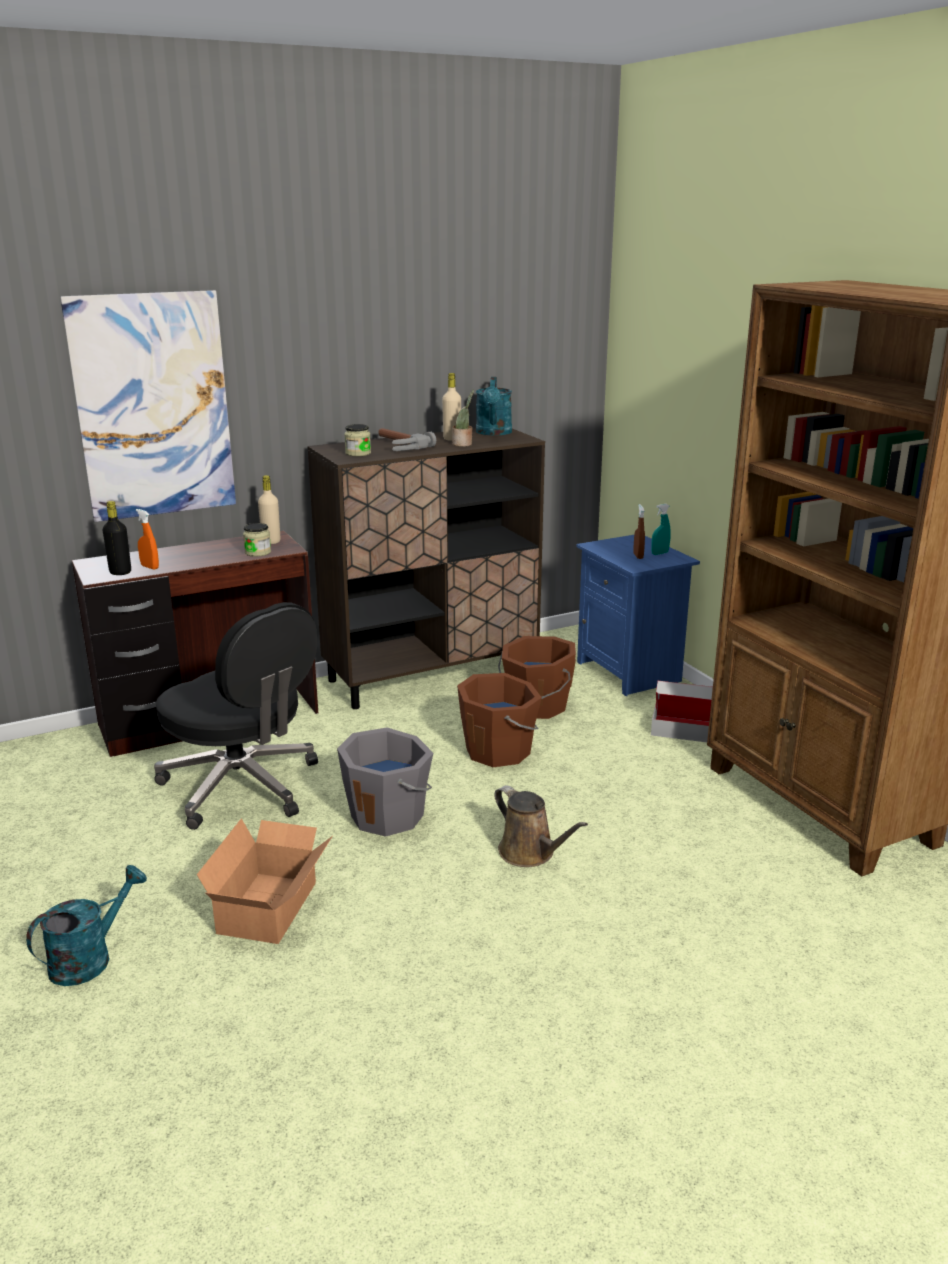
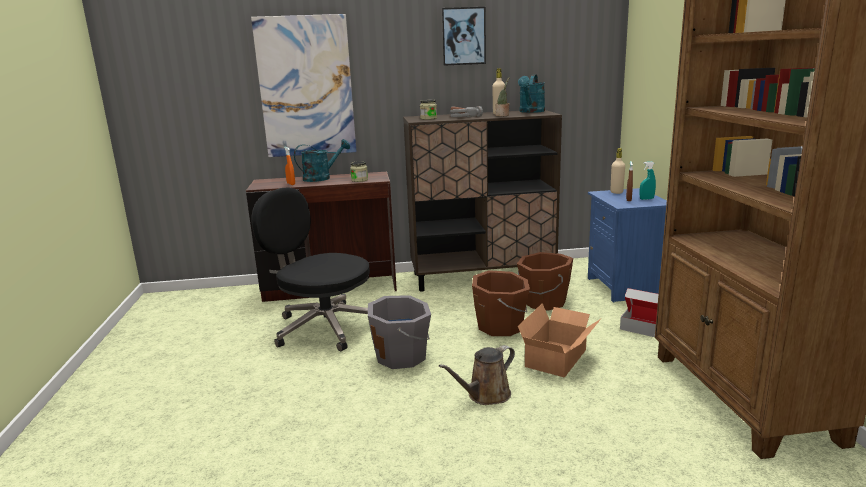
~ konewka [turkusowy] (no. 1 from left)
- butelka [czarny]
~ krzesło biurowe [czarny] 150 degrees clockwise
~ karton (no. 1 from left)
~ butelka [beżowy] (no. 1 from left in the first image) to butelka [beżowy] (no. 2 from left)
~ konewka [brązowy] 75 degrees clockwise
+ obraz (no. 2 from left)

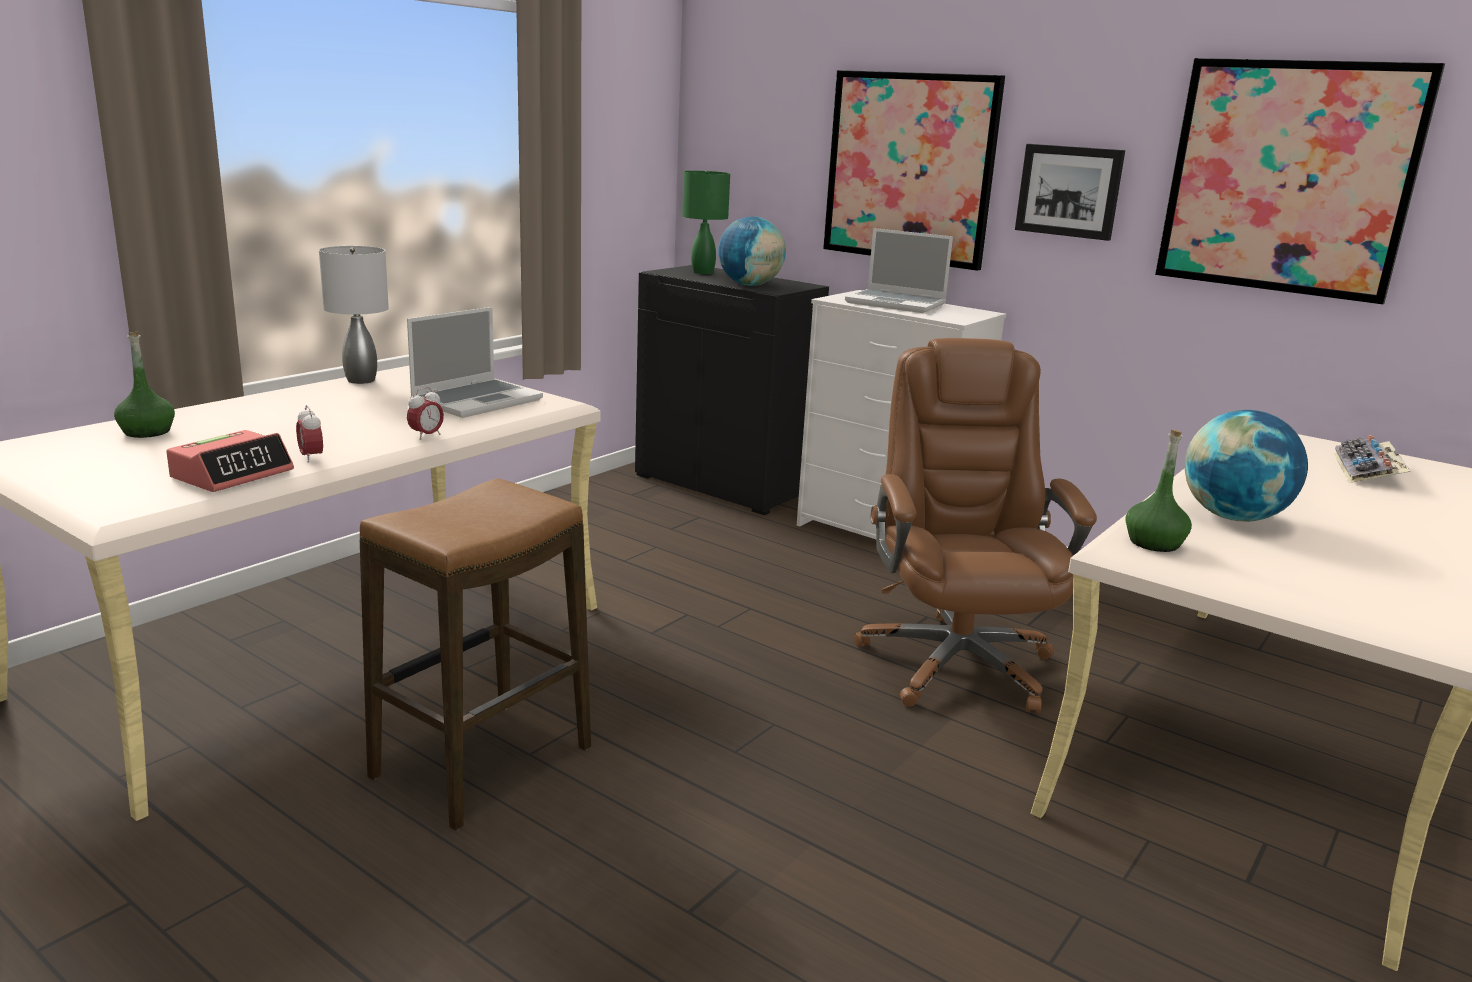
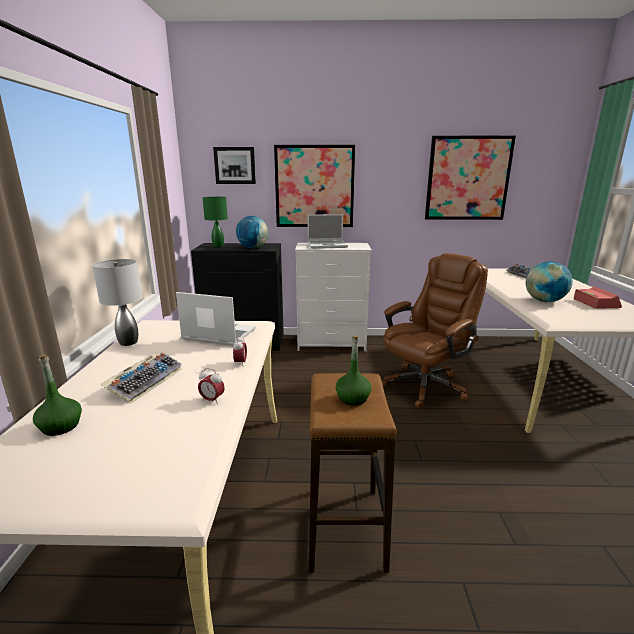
~ budzik (no. 1 from left in the first image) to budzik (no. 3 from left)
~ laptop (no. 1 from left) 75 degrees counterclockwise
~ krzesło biurowe [brązowy] 90 degrees clockwise
~ obraz (no. 2 from left in the first image) to obraz (no. 1 from left)
~ butelka [zielony] (no. 2 from left)
+ klawiatura (no. 1 from left)

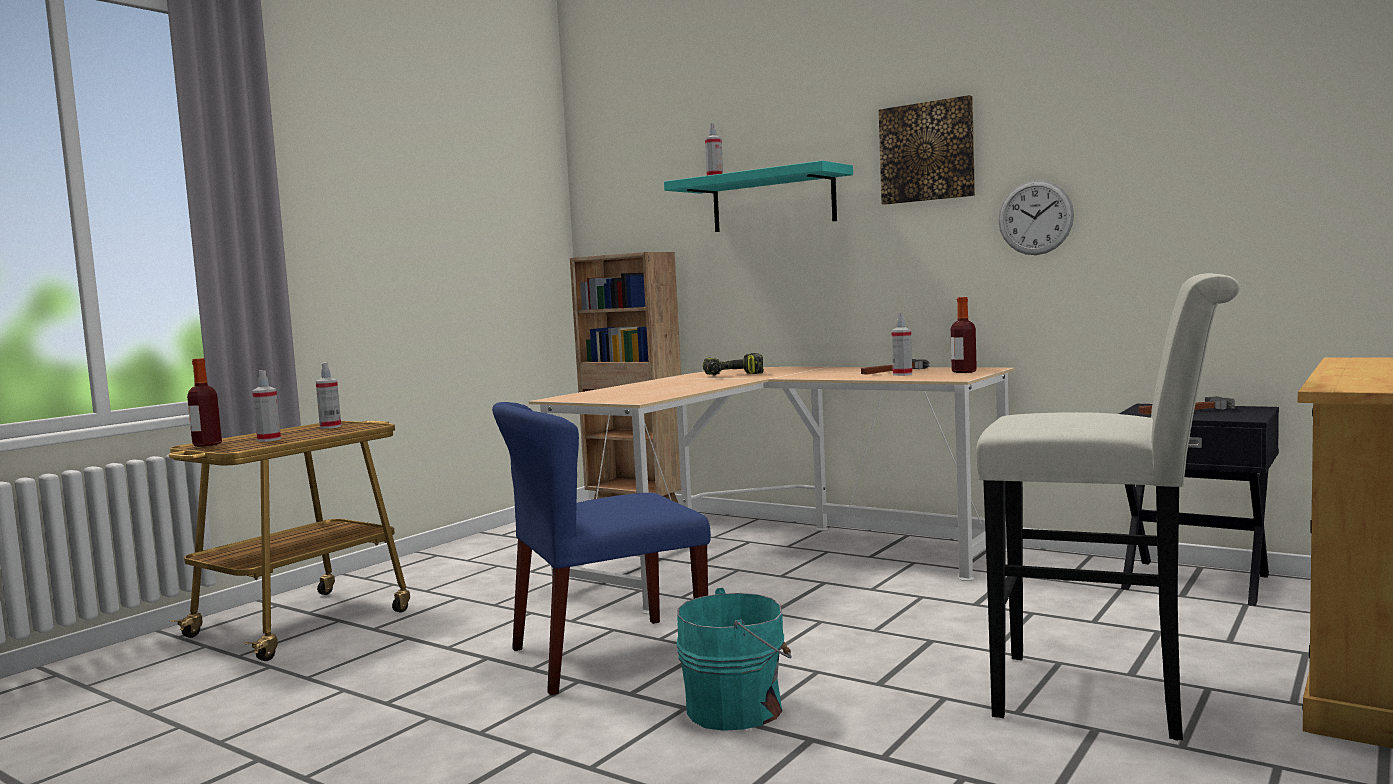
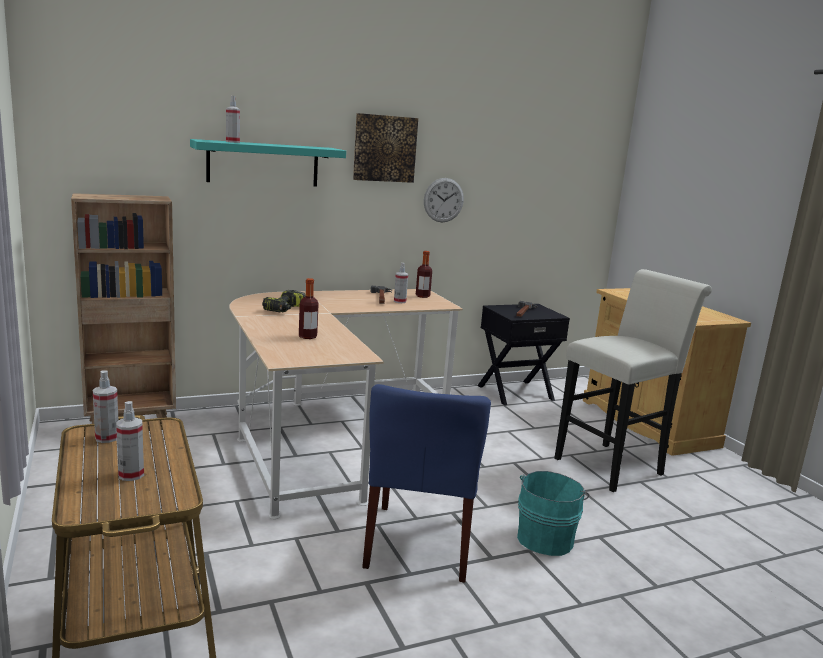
~ butelka (no. 1 from left)

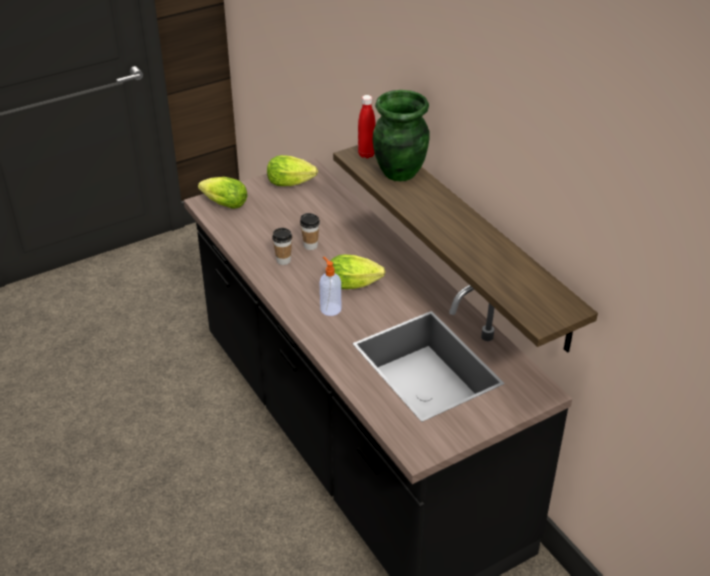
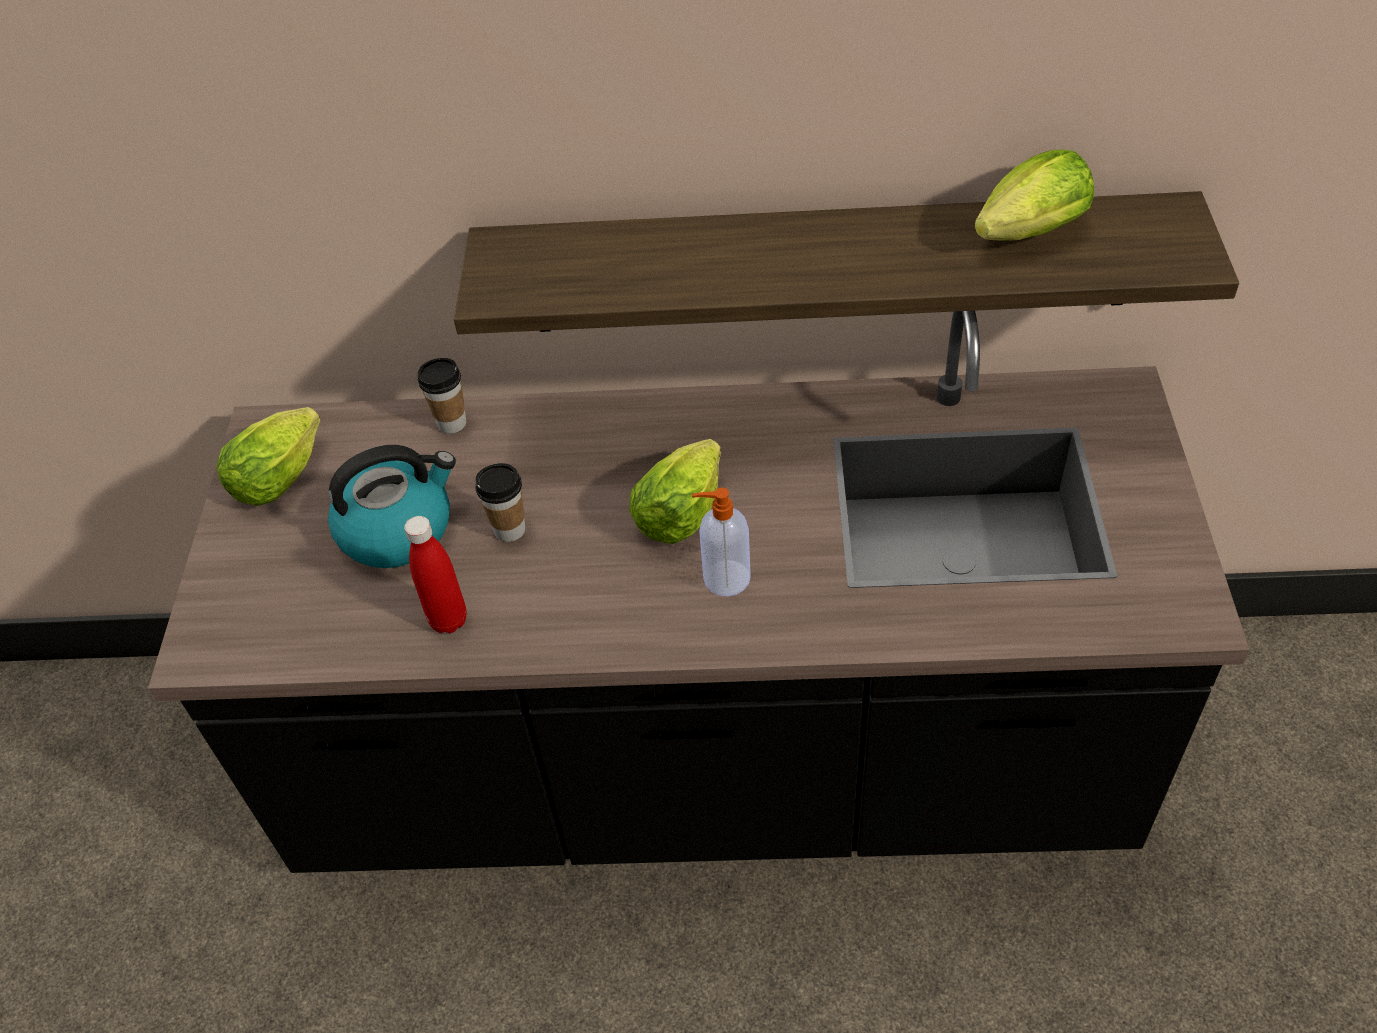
~ sałata (no. 1 from left in the first image) to sałata (no. 3 from left)
~ filiżanka (no. 1 from left)
~ butelka [czerwony]
- wazon [zielony]
+ czajnik

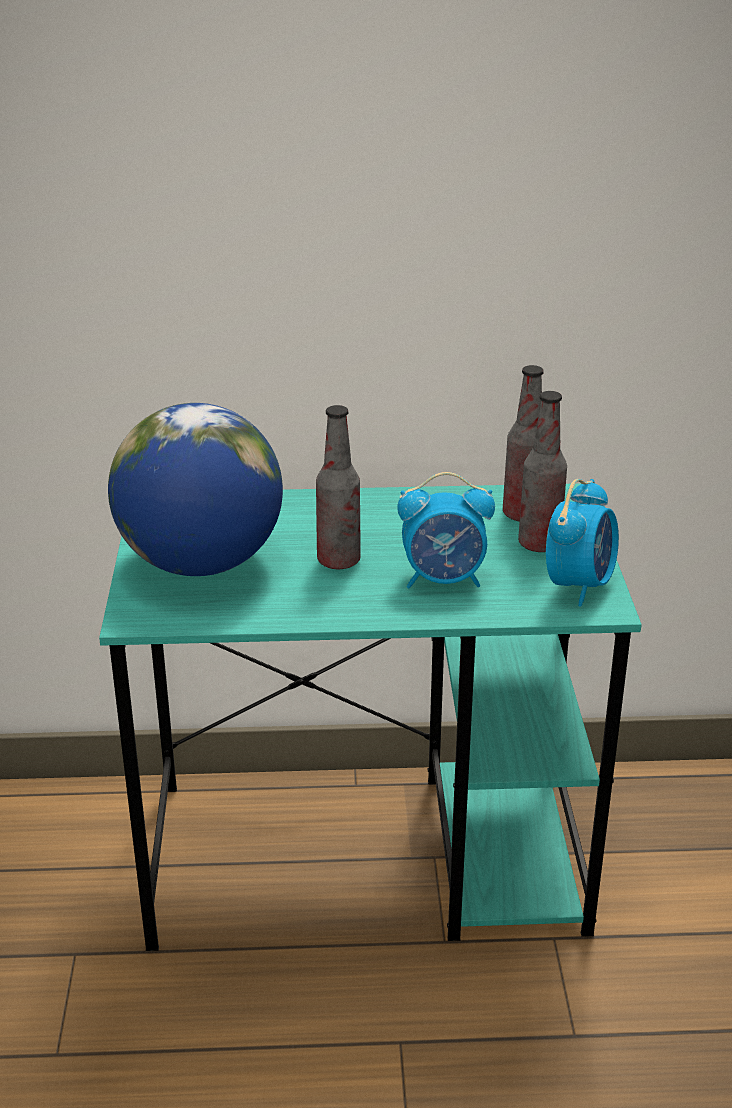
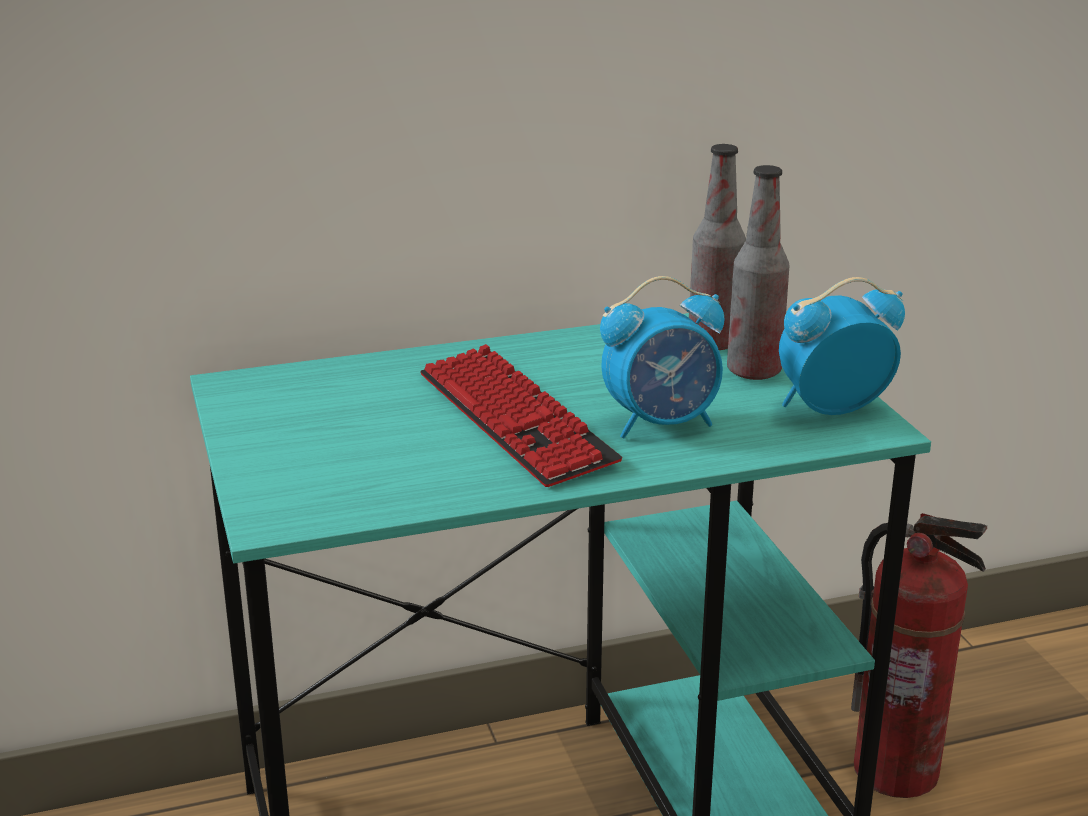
- globus
~ butelka (no. 1 from left) to klawiatura
~ budzik (no. 2 from left) 120 degrees counterclockwise
+ gaśnica

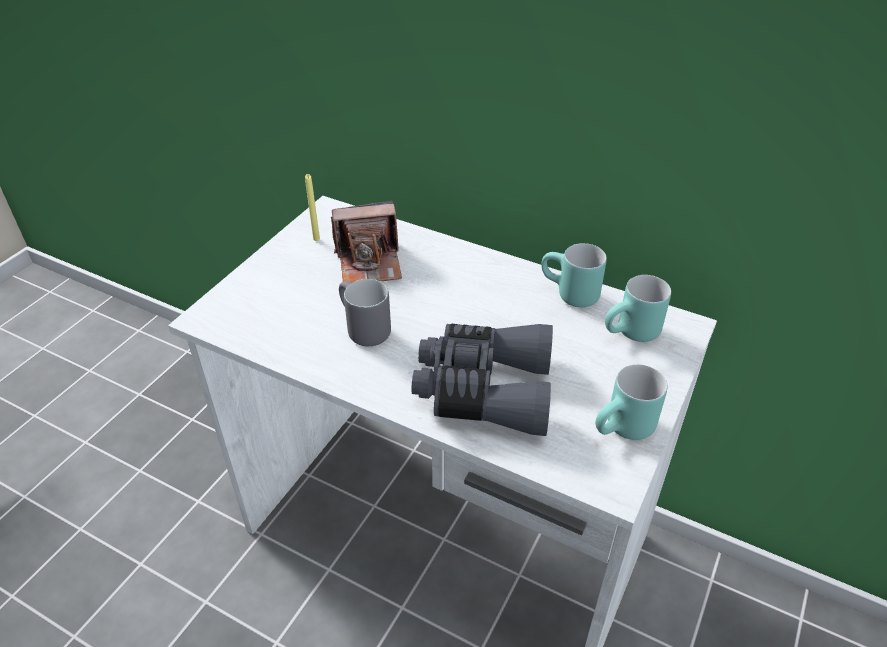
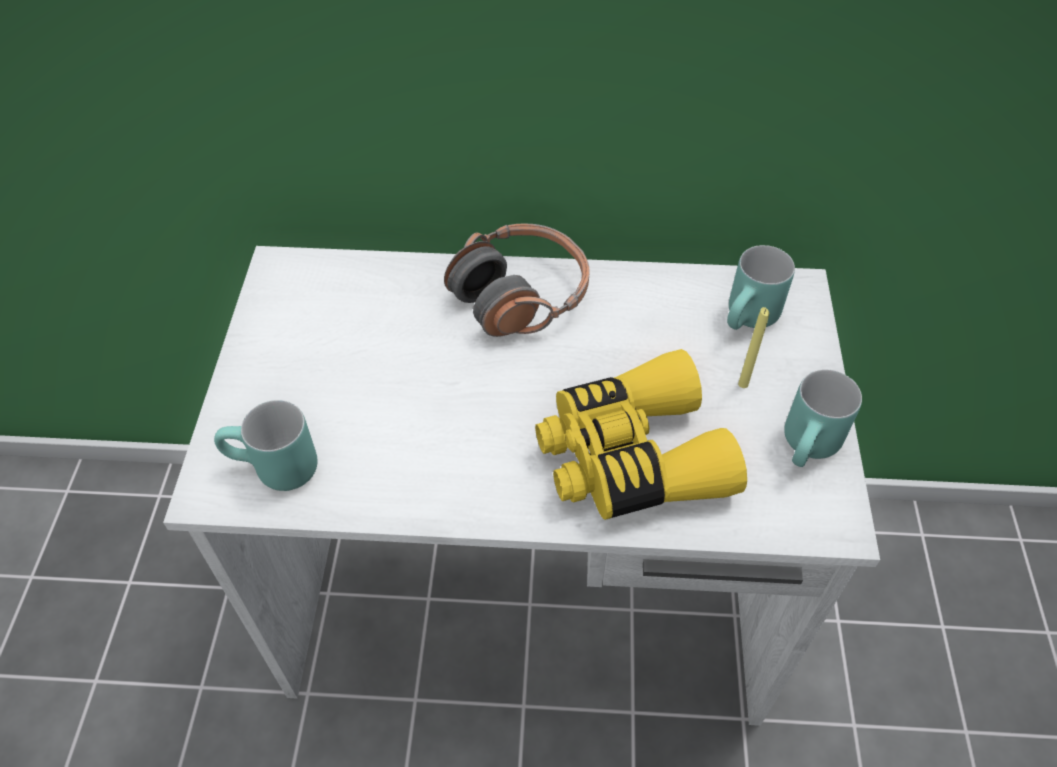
~ świeca [żółty]
- aparat fotograficzny
- kubek [szary]
~ lornetka [szary] to lornetka [żółty]
~ kubek [turkusowy] (no. 1 from left)
+ słuchawki

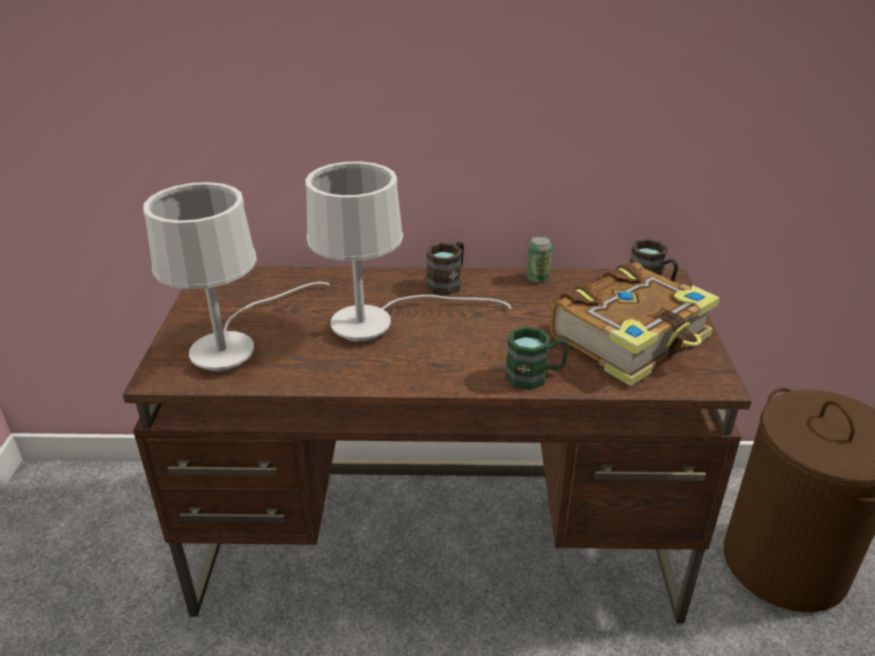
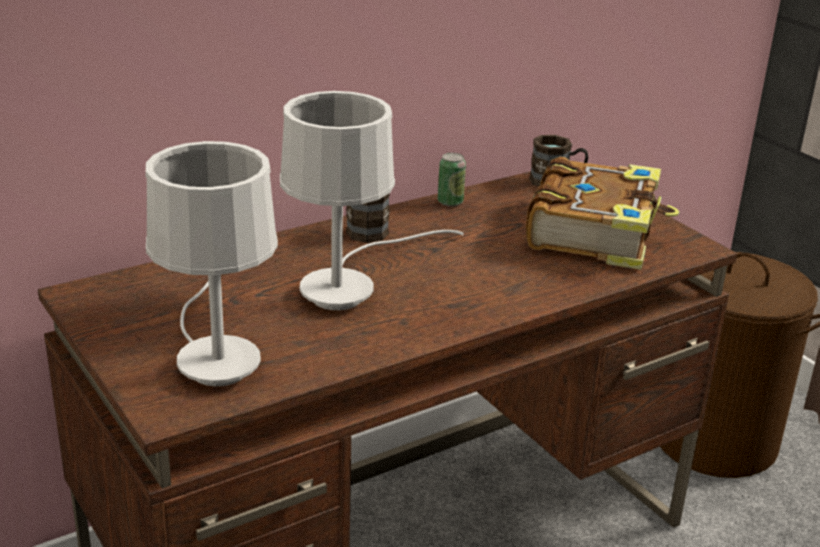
- kubek [zielony]

